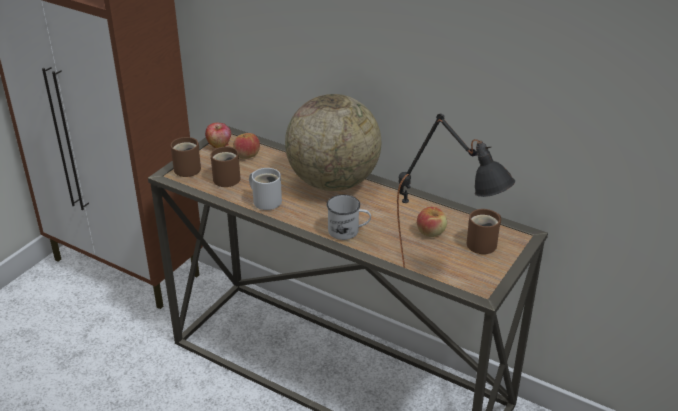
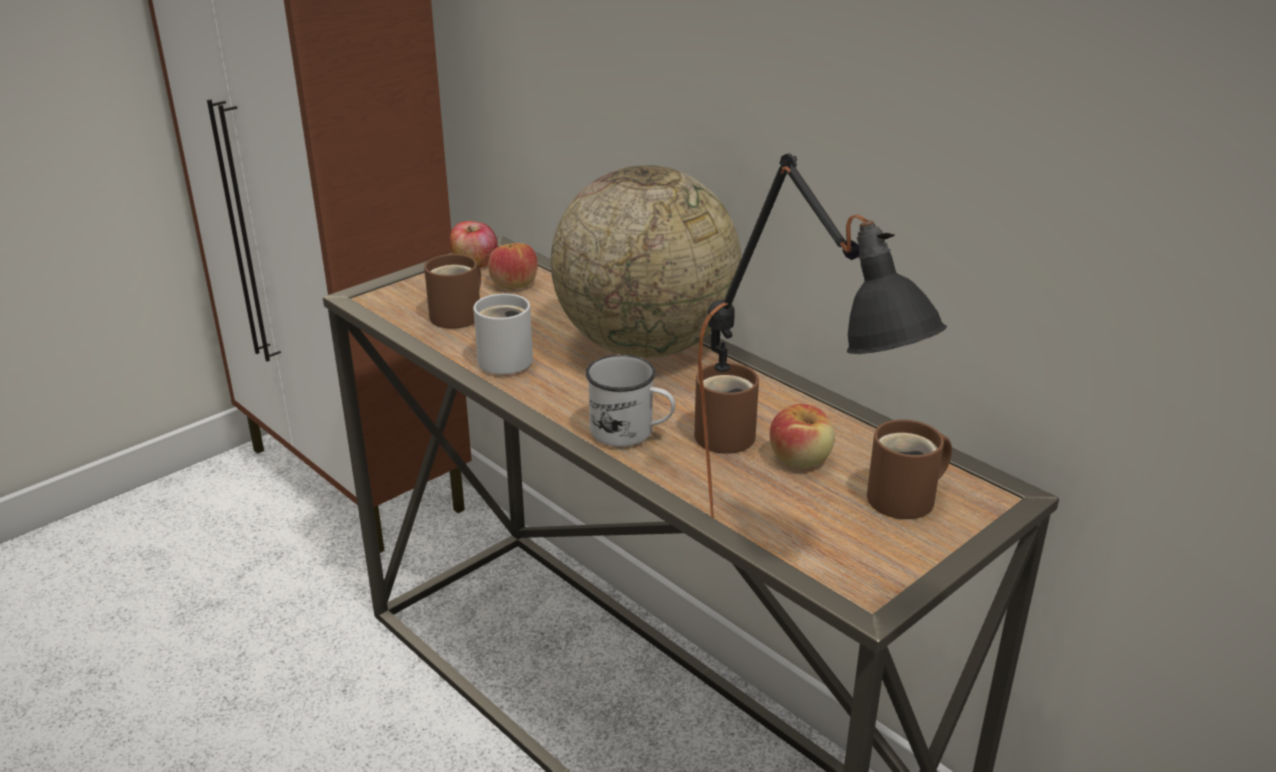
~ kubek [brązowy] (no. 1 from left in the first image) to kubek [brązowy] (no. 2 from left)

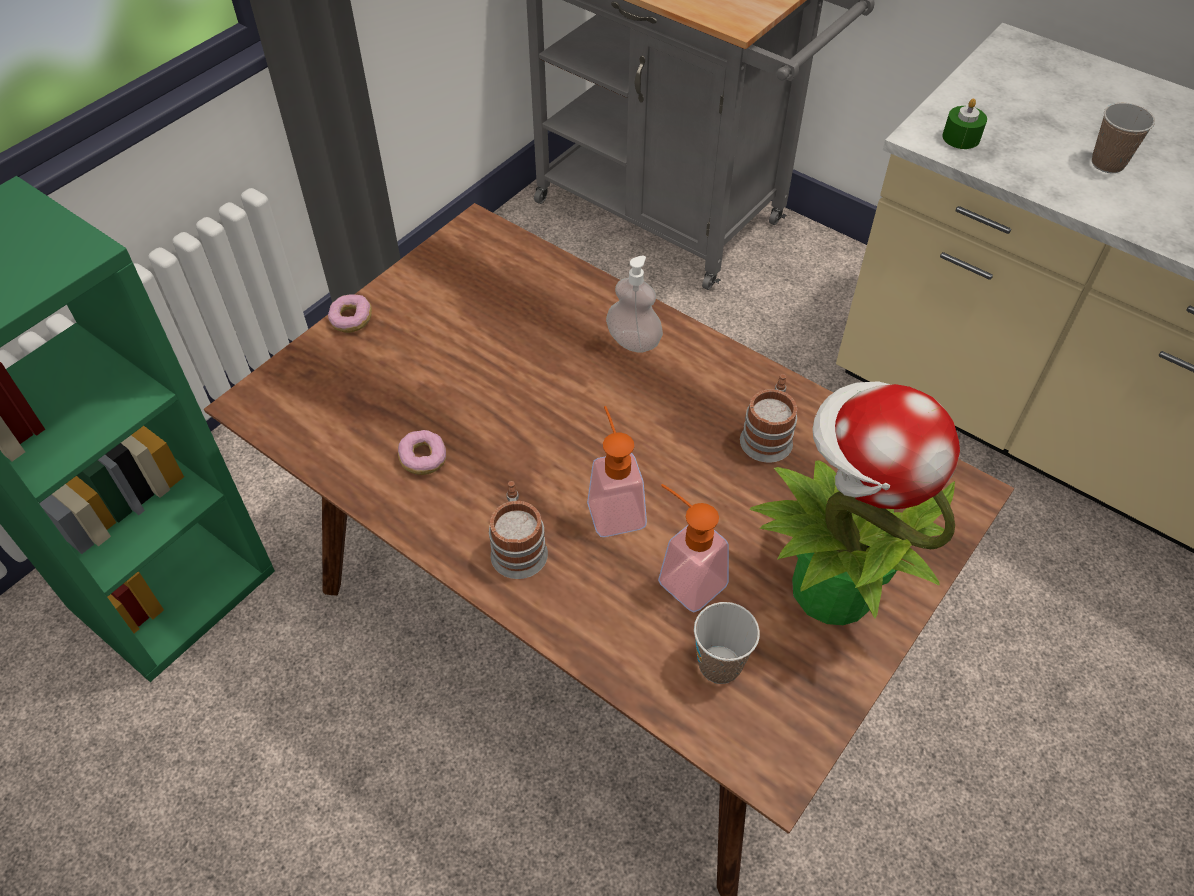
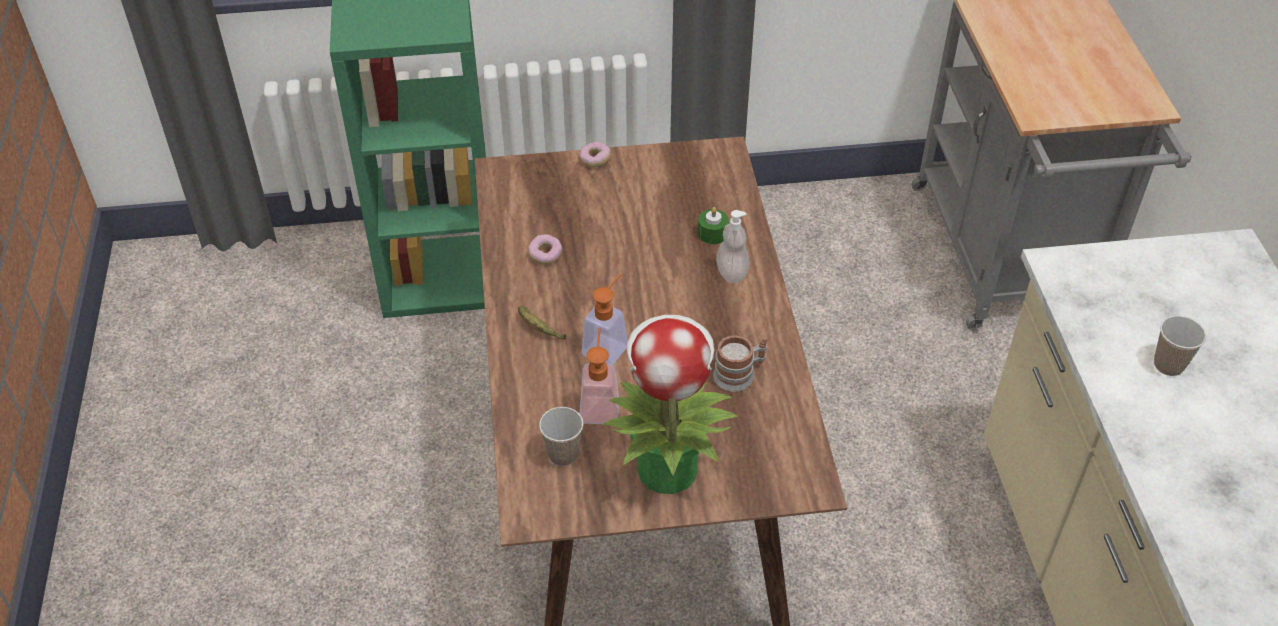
~ kubek (no. 1 from left) to banan
~ świeca [zielony]

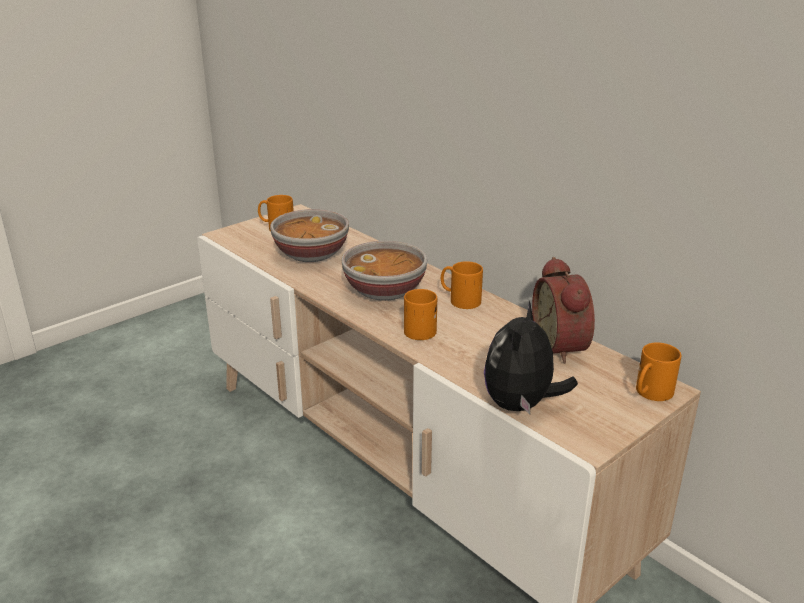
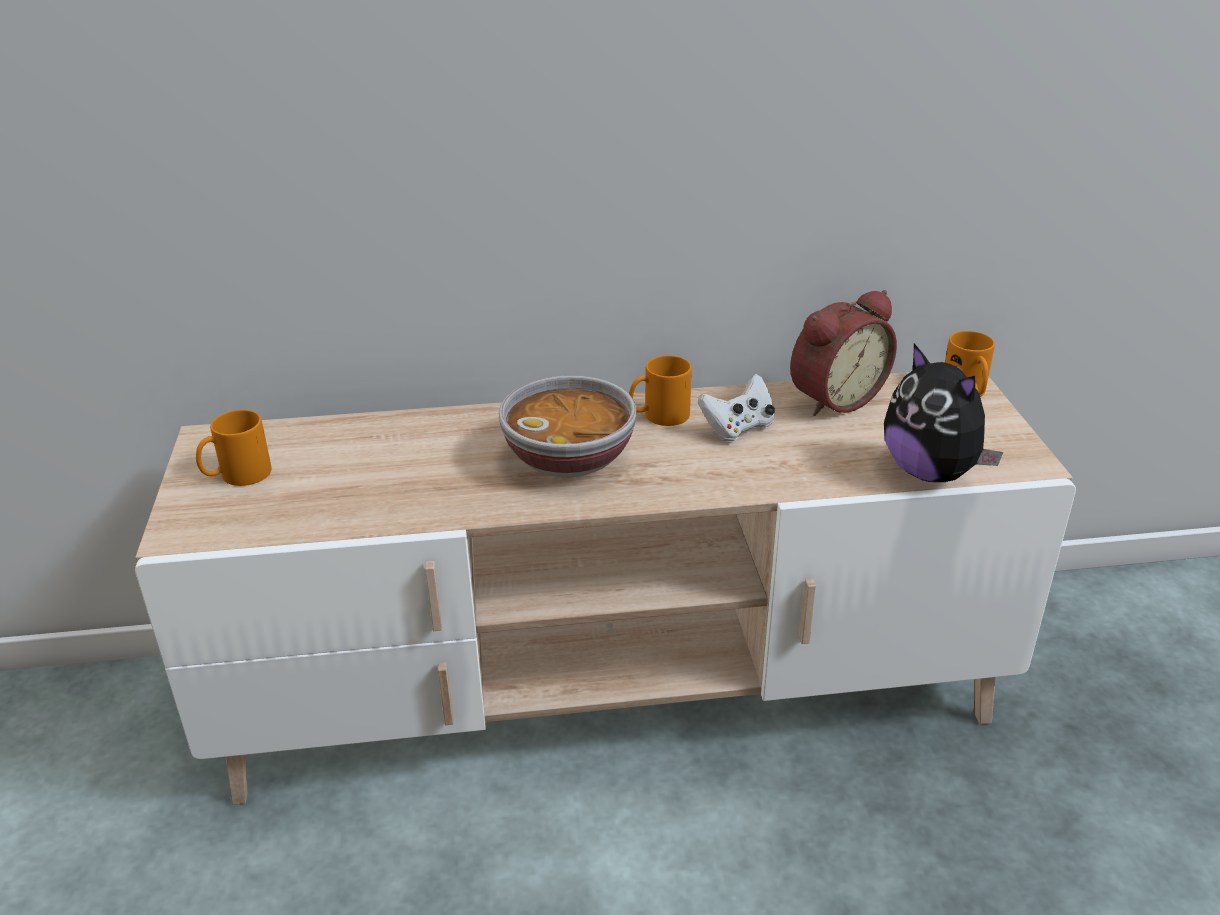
- miska (no. 1 from left)
- kubek [pomarańczowy] (no. 2 from left)
~ budzik 60 degrees counterclockwise
+ pad do gier [biały]

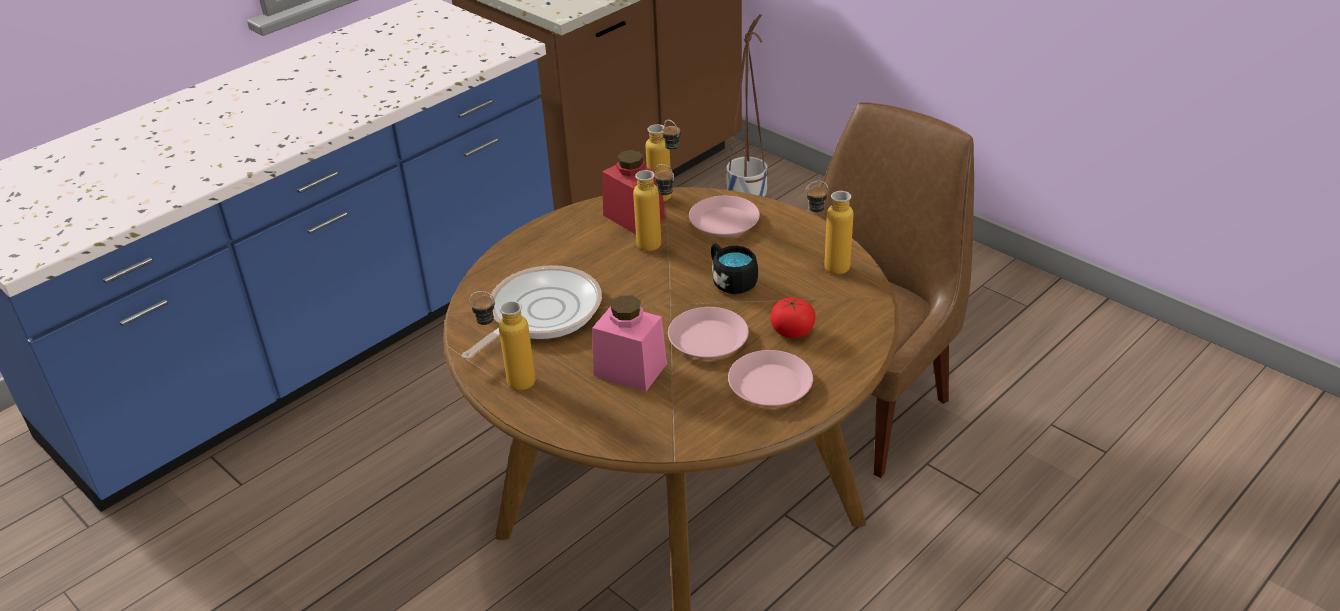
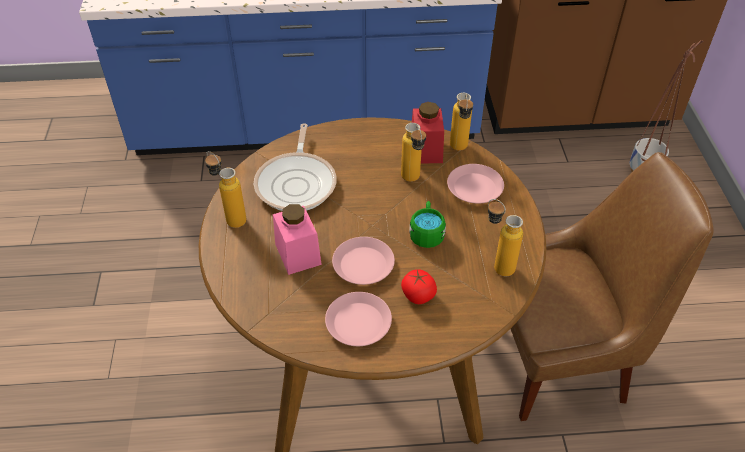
~ patelnia 105 degrees clockwise
~ kubek [czarny] to kubek [zielony]

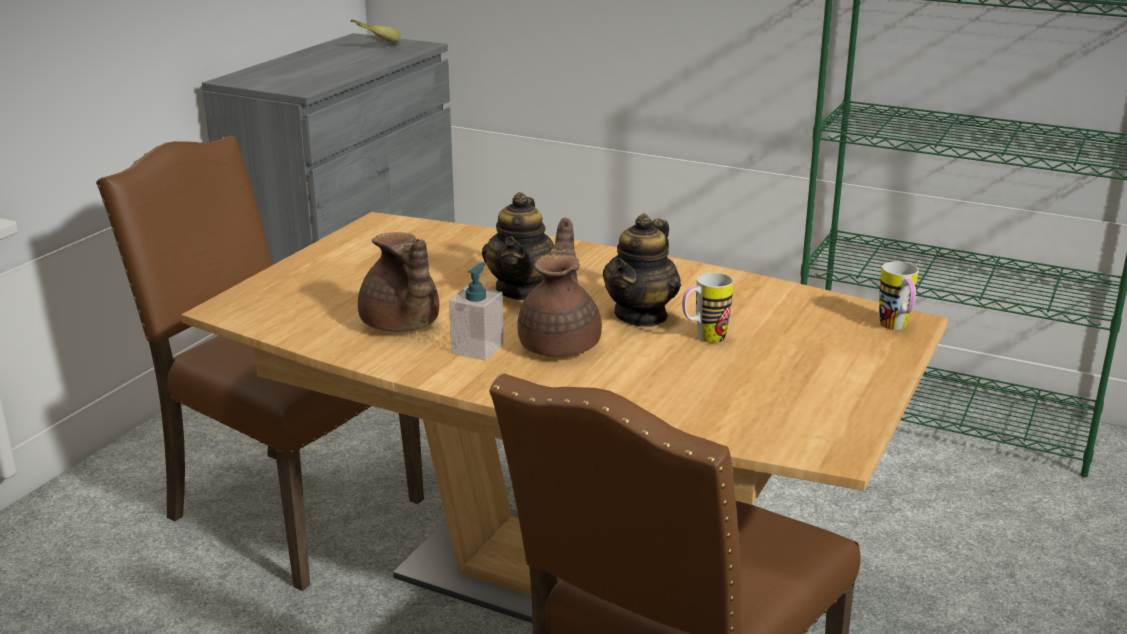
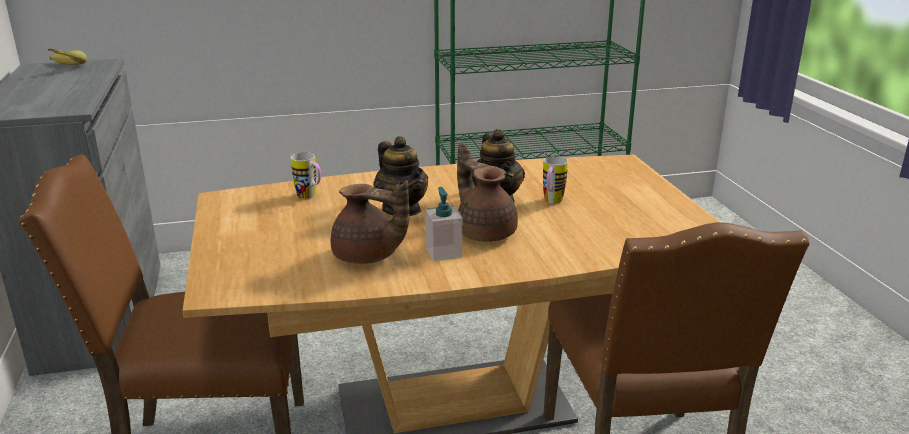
~ kubek (no. 2 from left in the first image) to kubek (no. 1 from left)

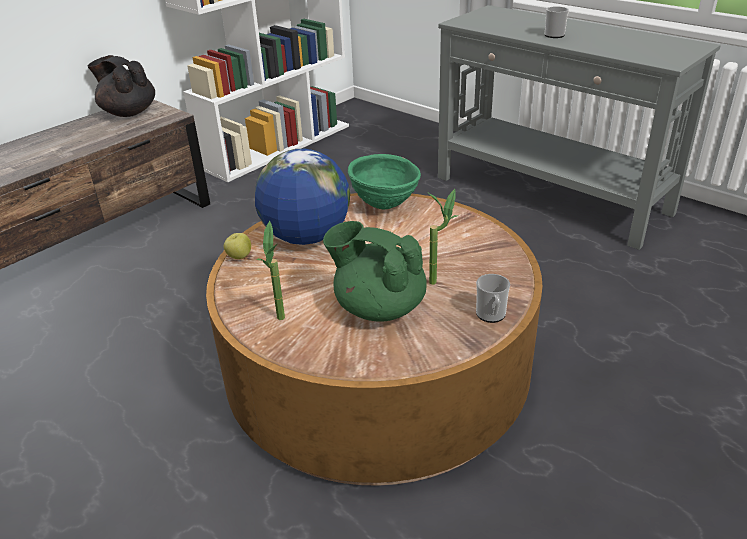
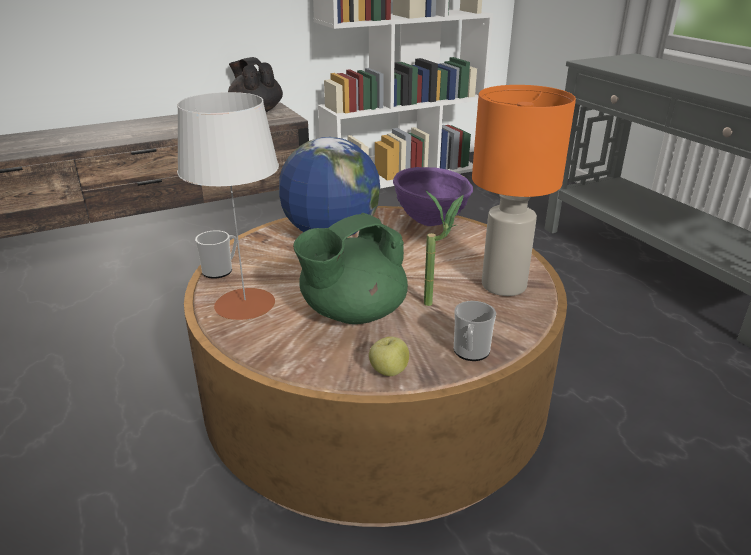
~ jabłko
~ roślina doniczkowa (no. 1 from left) to lampa stołowa [szary]
~ imbryk [zielony] 90 degrees counterclockwise
~ miska [zielony] to miska [fioletowy]
~ kubek (no. 2 from left in the first image) to kubek (no. 1 from left)
+ lampa stołowa [pomarańczowy]

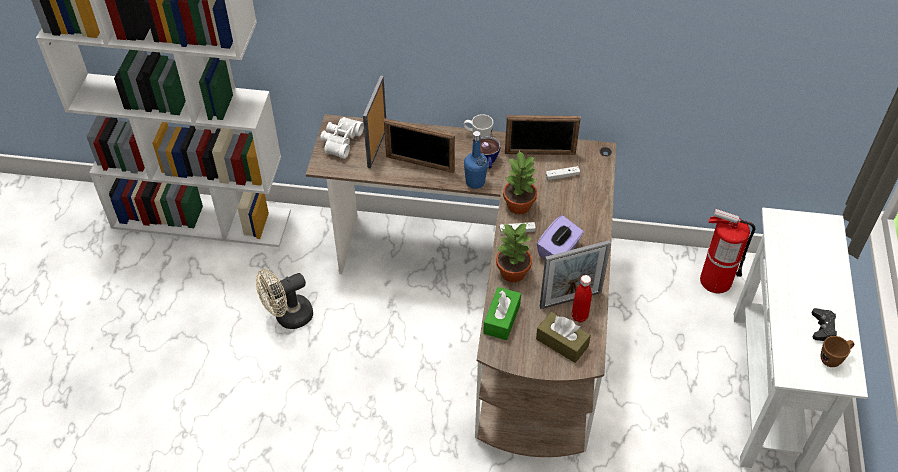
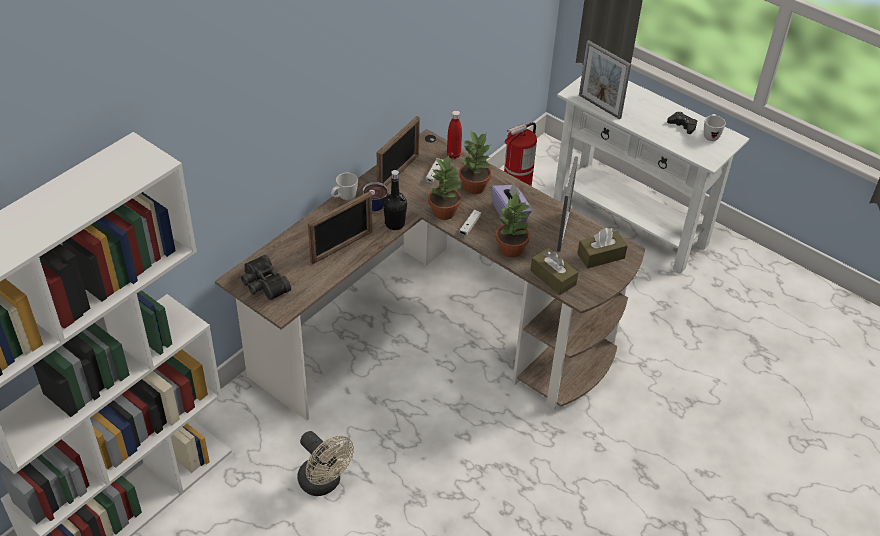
~ wentylator [beżowy] 45 degrees counterclockwise
~ lornetka [biały] to lornetka [czarny]
~ ramka na zdjęcie (no. 1 from left in the first image) to ramka na zdjęcie (no. 4 from left)
~ butelka [niebieski] to butelka [czarny]
~ pudełko chusteczek [zielony] to pudełko chusteczek [brązowy] (no. 1 from left)
~ butelka [czerwony]
~ kubek [brązowy] to kubek [biały] (no. 2 from left)
+ roślina doniczkowa (no. 2 from left)

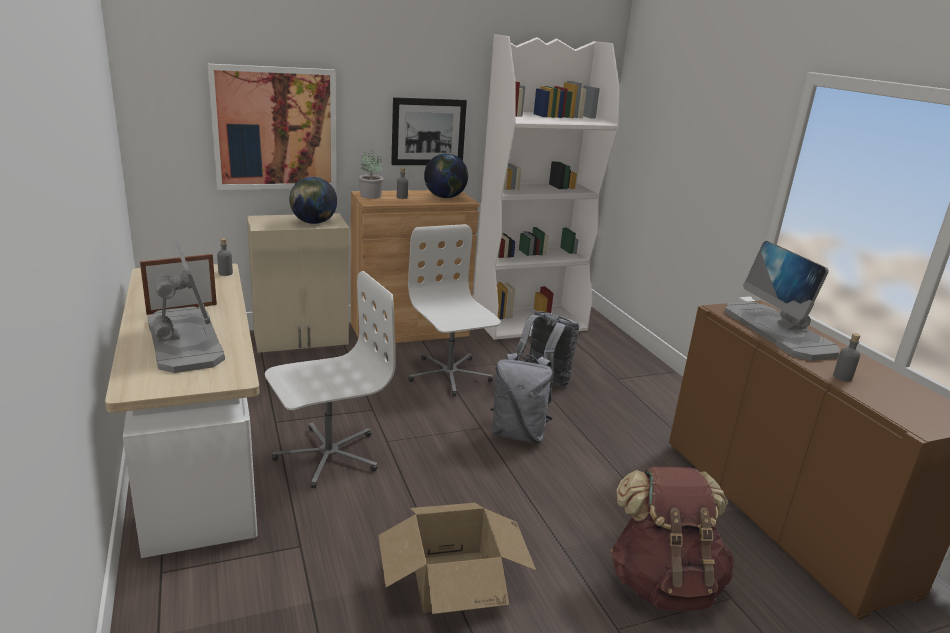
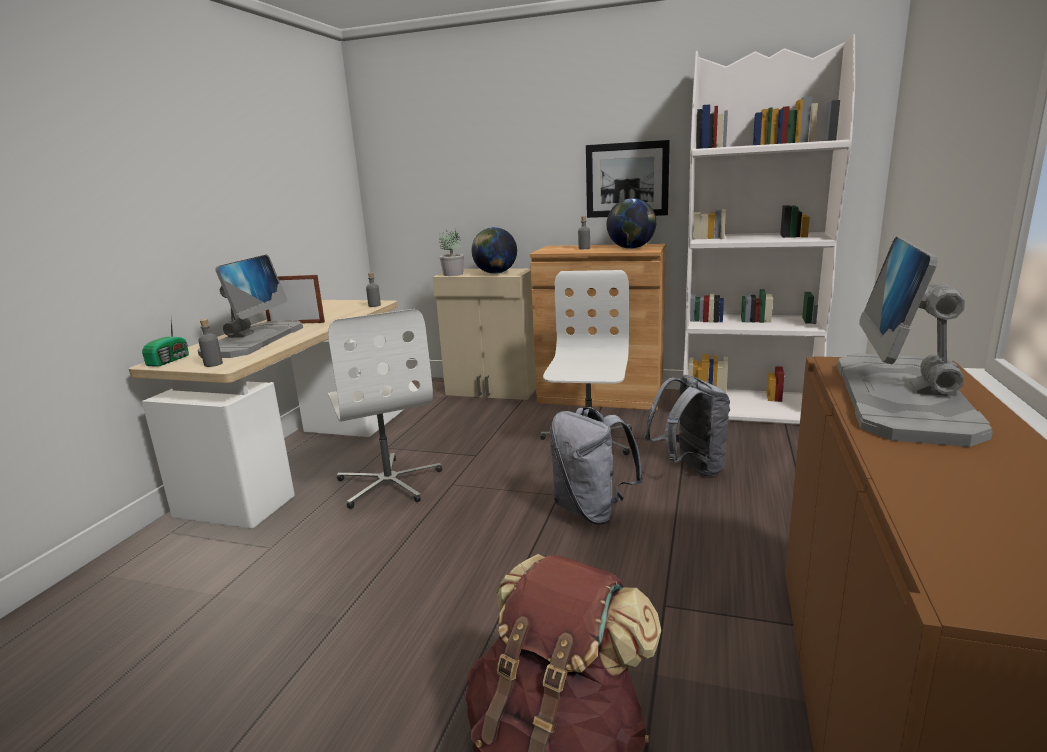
- obraz (no. 1 from left)
~ krzesło biurowe [biały] (no. 1 from left) 60 degrees clockwise
~ roślina doniczkowa
- karton
~ butelka [szary] (no. 3 from left in the first image) to butelka [szary] (no. 1 from left)
+ radio

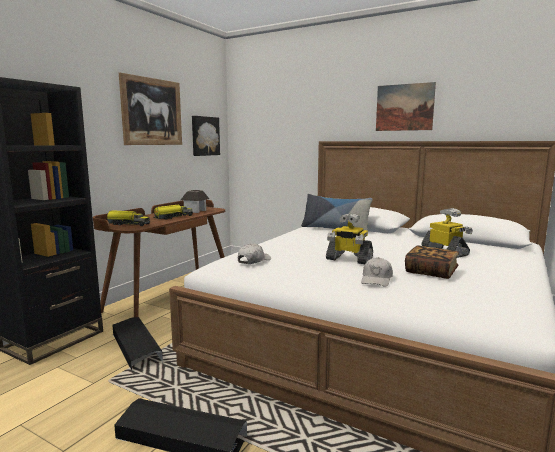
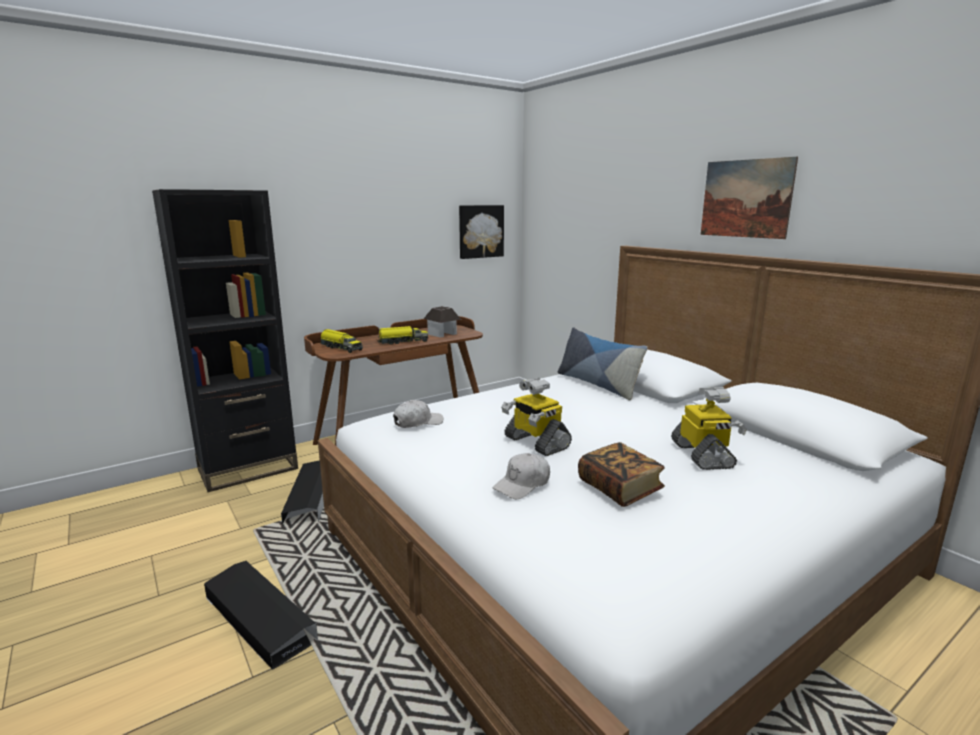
- obraz (no. 1 from left)

